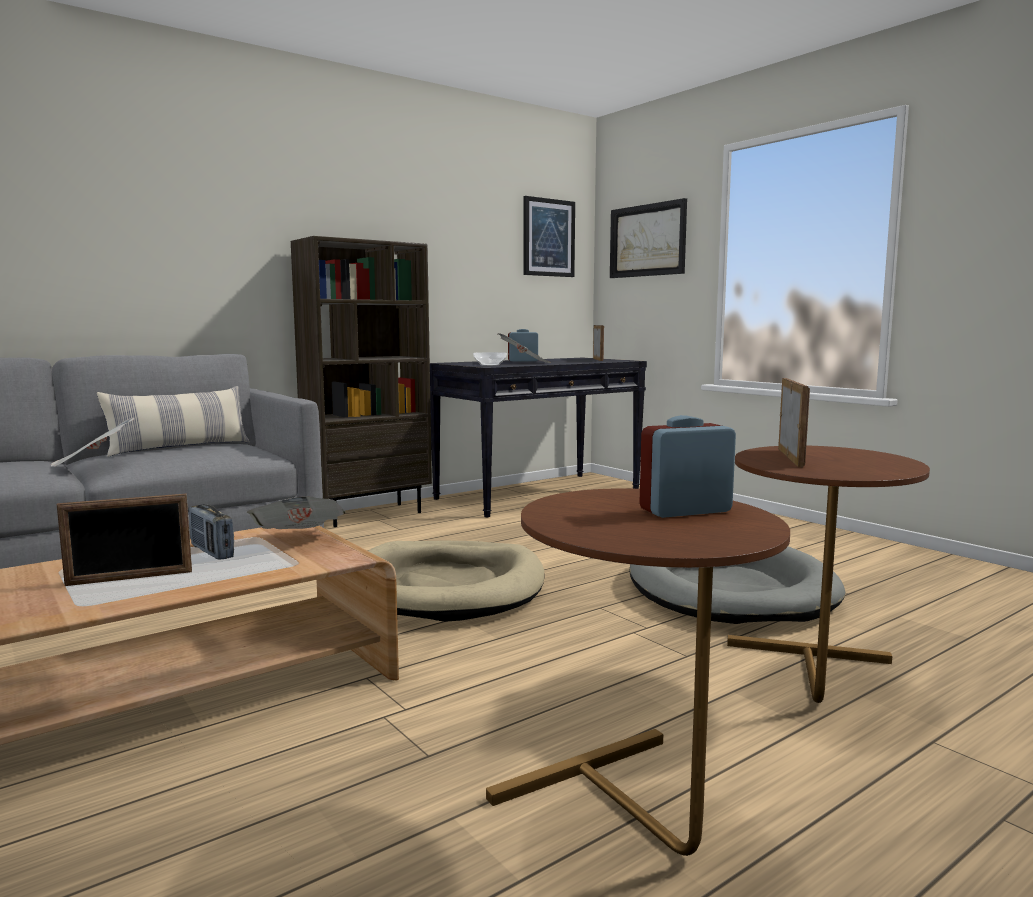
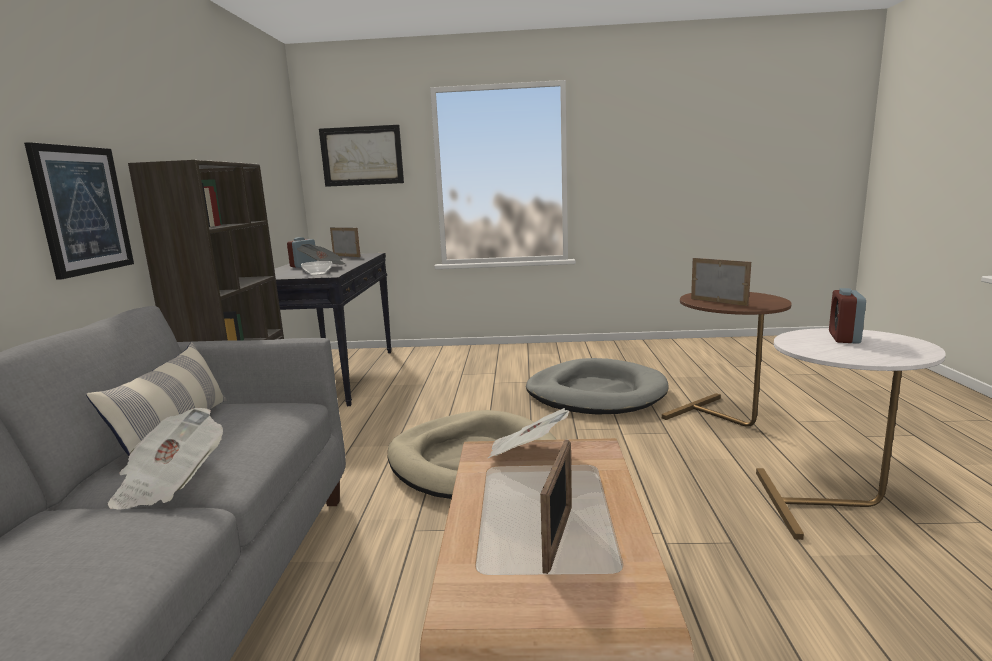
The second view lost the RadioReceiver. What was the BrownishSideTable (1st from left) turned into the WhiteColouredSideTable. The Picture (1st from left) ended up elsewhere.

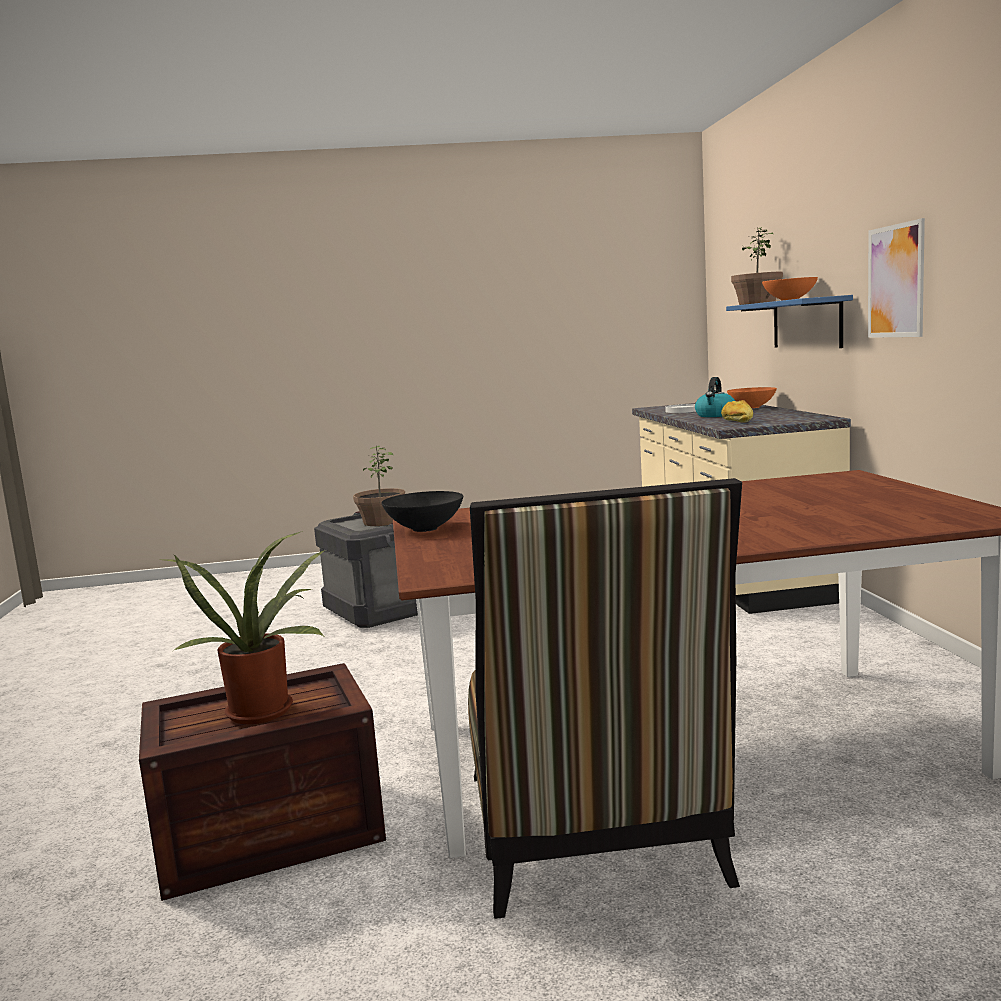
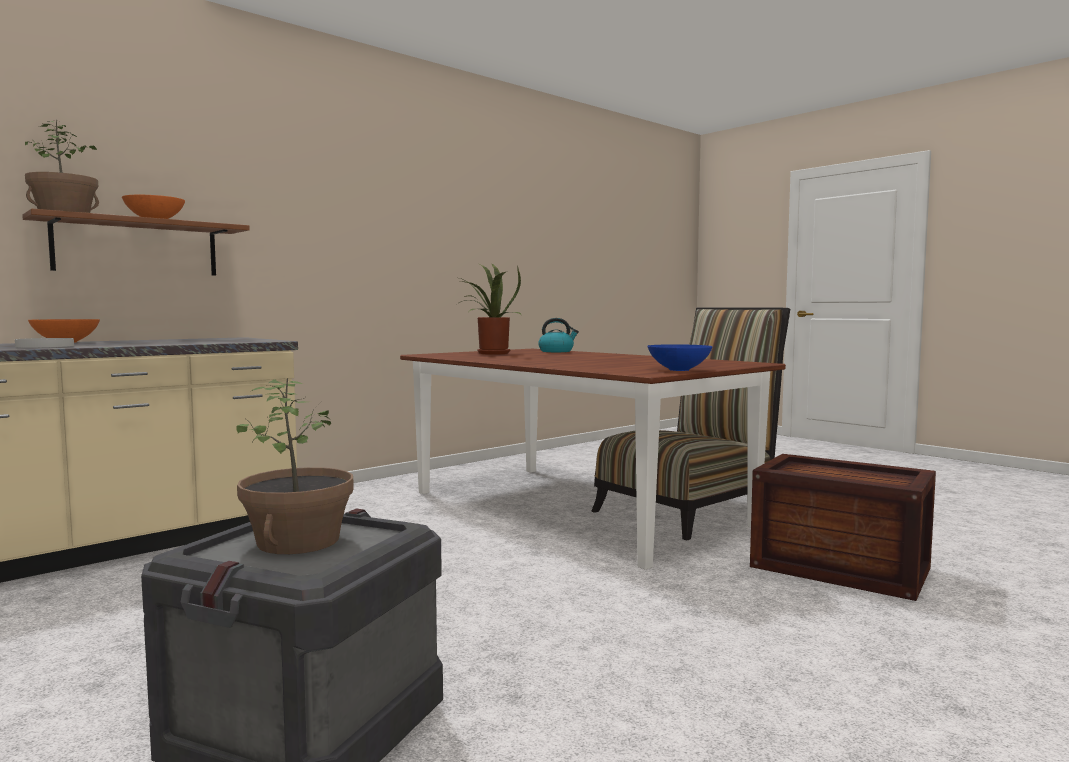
The PlantInAPot (1st from left in the first image) ended up elsewhere. What was the BlackColouredServingBowl turned into the BlueServingBowl. The Kettle ended up elsewhere. The second view lost the Bread. What was the BlueWallShelf turned into the BrownishWallShelf. The second view lost the Picture.

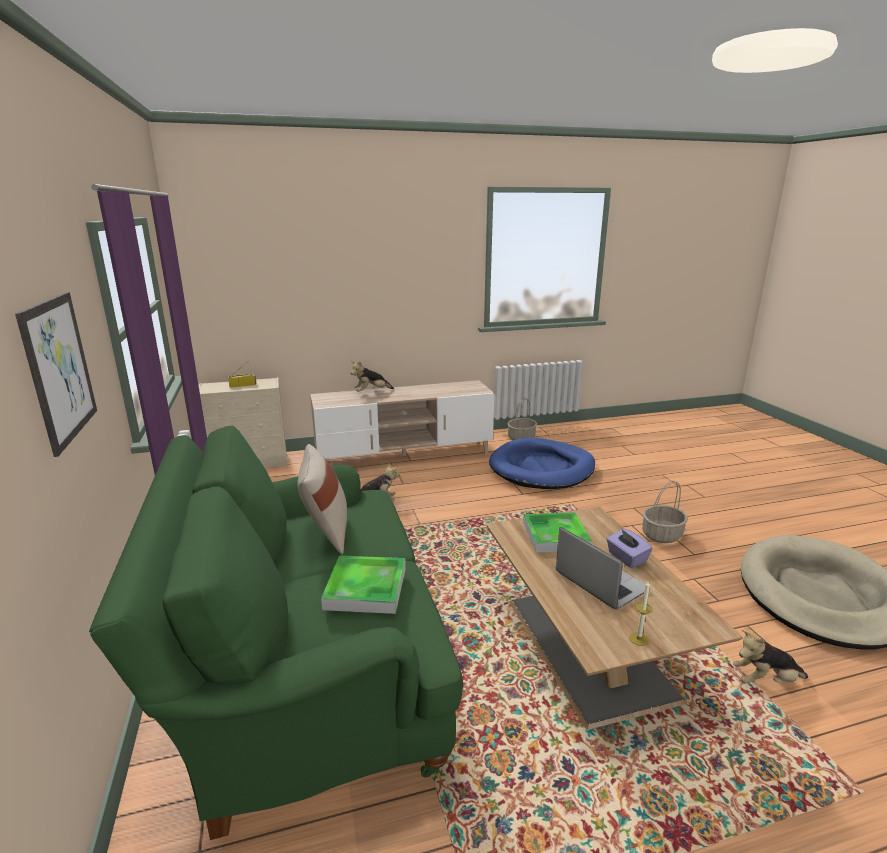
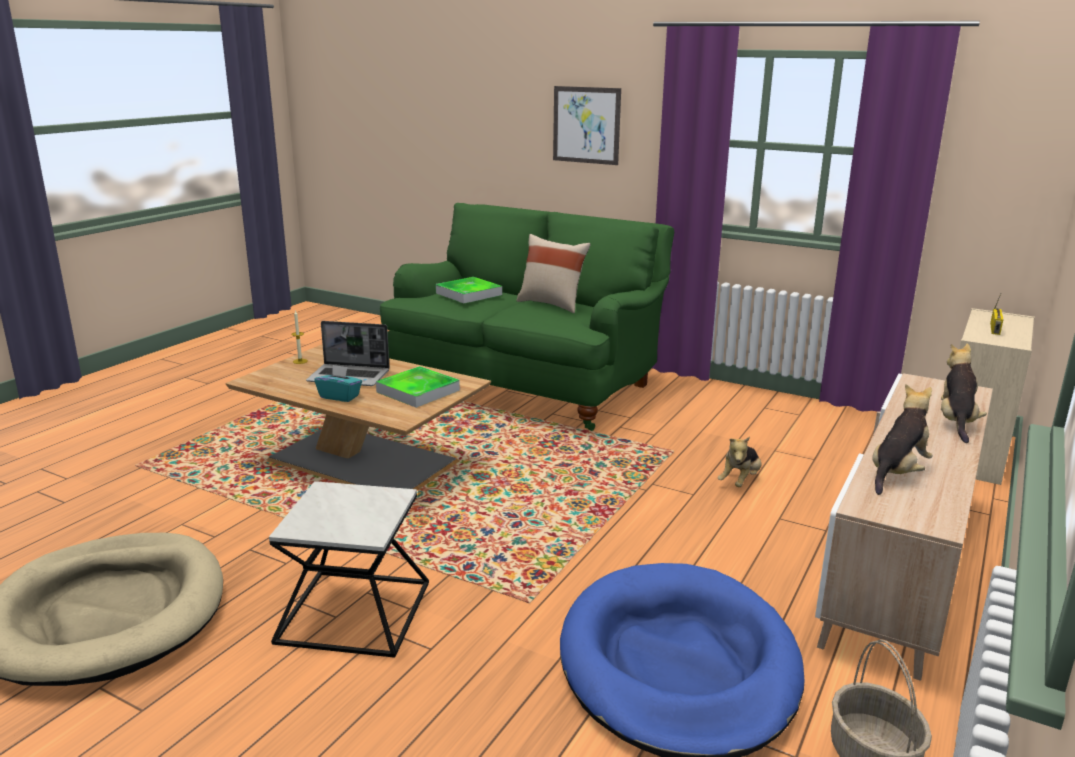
What was the PurpleTissueHolder turned into the BlueGreenTissueHolder. Where the StorageBasket (2nd from left) stood, the SideTable came to stand. The CuddlyToy (3rd from left in the first image) ended up elsewhere.

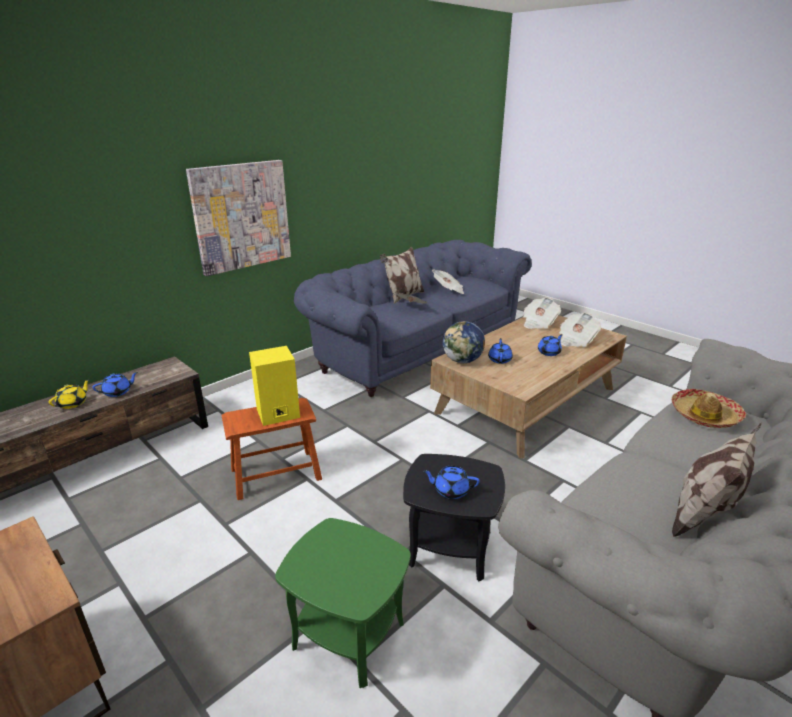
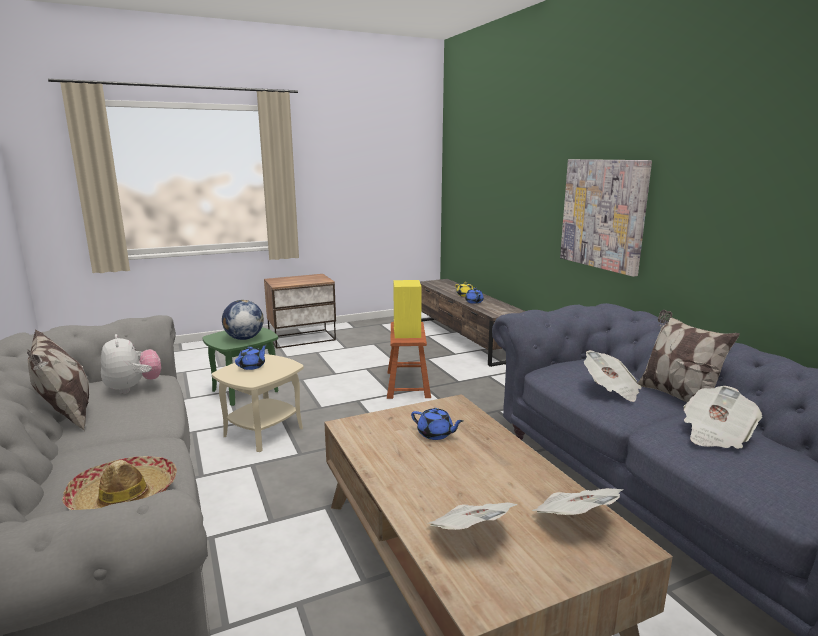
What was the BlackColouredSideTable turned into the SandColouredSideTable. The Globe ended up elsewhere. The second view lost the BluePotForTea (4th from left). The second view gained the CuddlyToy.

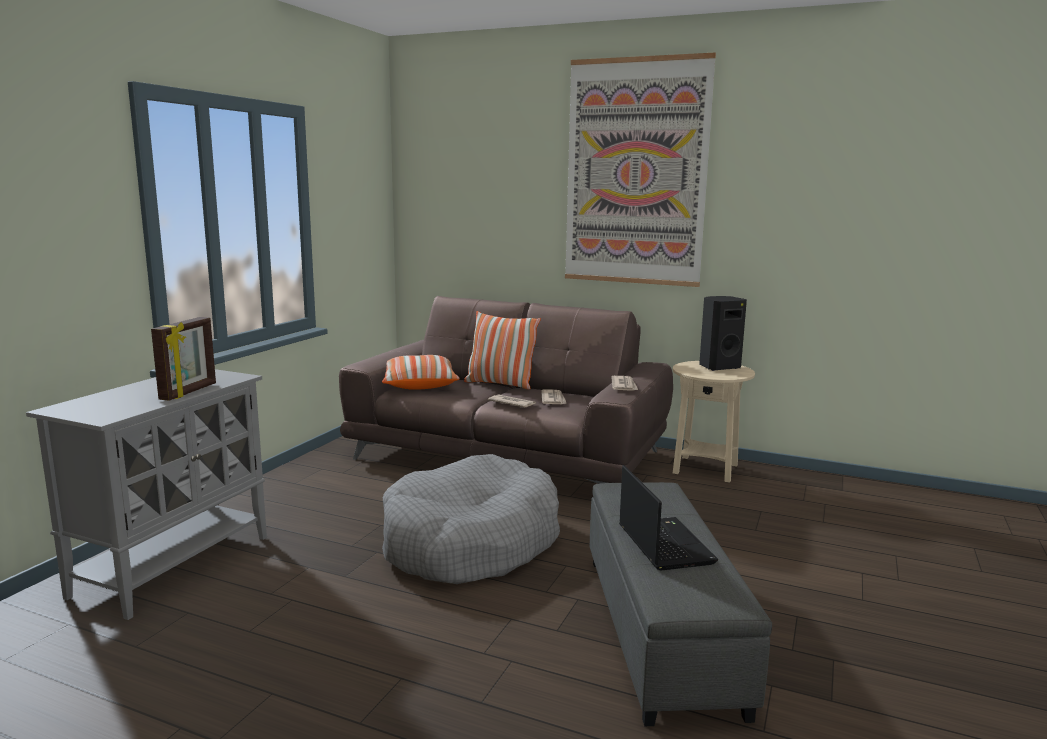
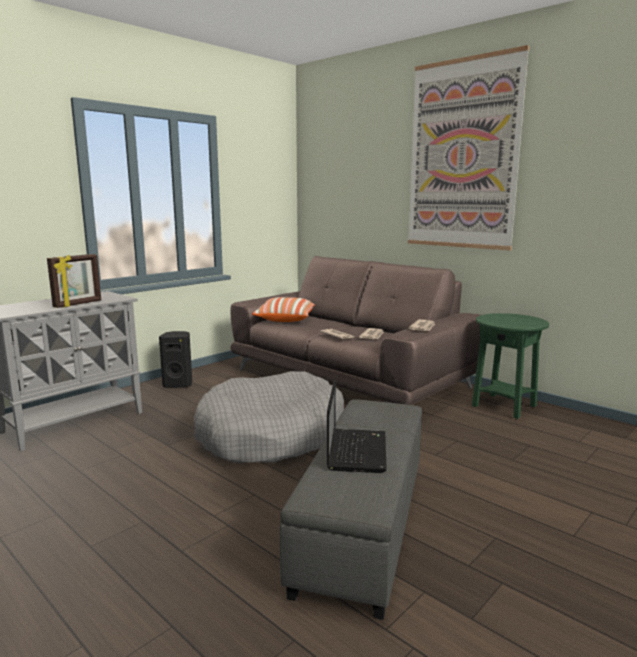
The second view lost the Cushion (2nd from left). What was the SandColouredSideTable turned into the GreenColouredSideTable. The BlackColouredSpeaker ended up elsewhere.

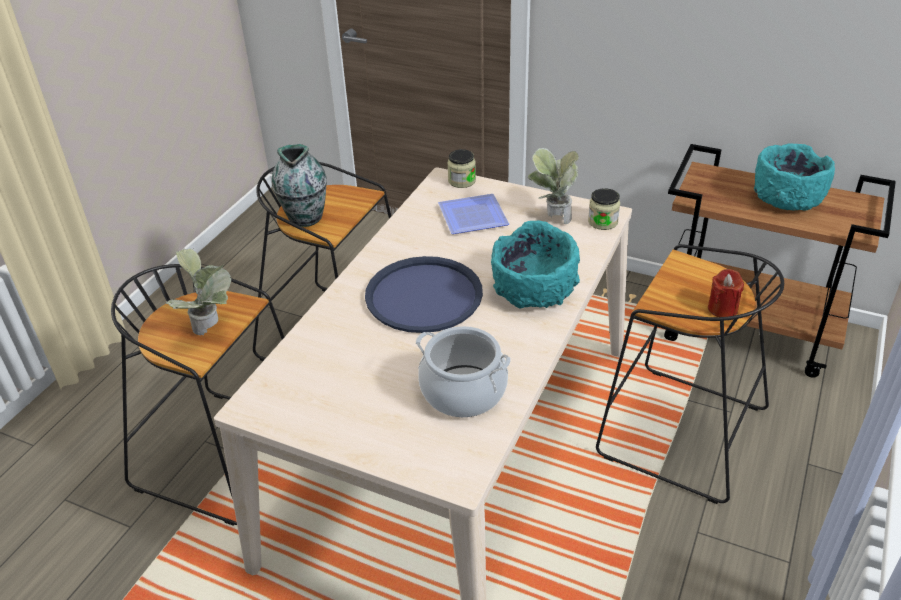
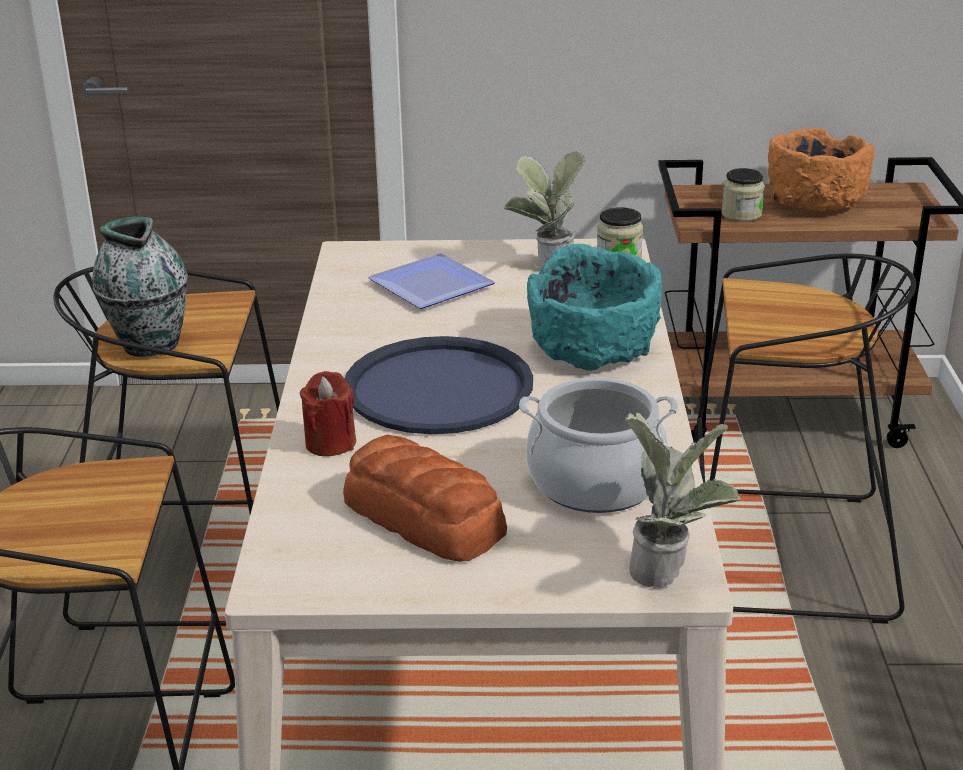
The PlantInAPot (1st from left in the first image) ended up elsewhere. The PreserveJar (1st from left in the first image) ended up elsewhere. The RedColouredWaxLight ended up elsewhere. What was the BlueGreenServingBowl (2nd from left) turned into the OrangeColouredServingBowl. The second view gained the Bread.

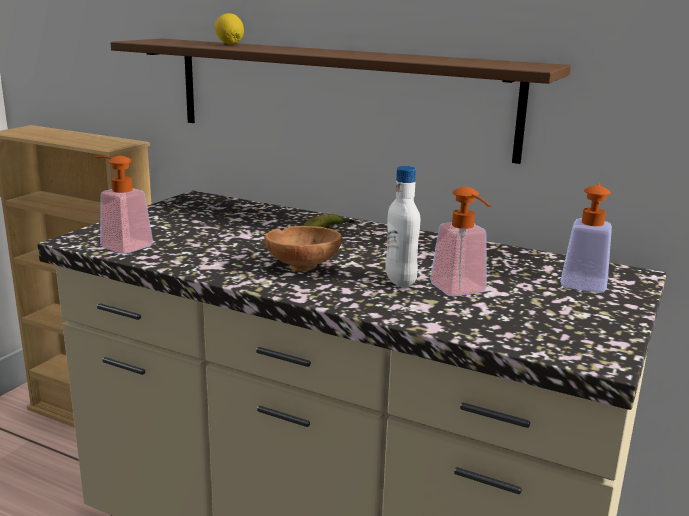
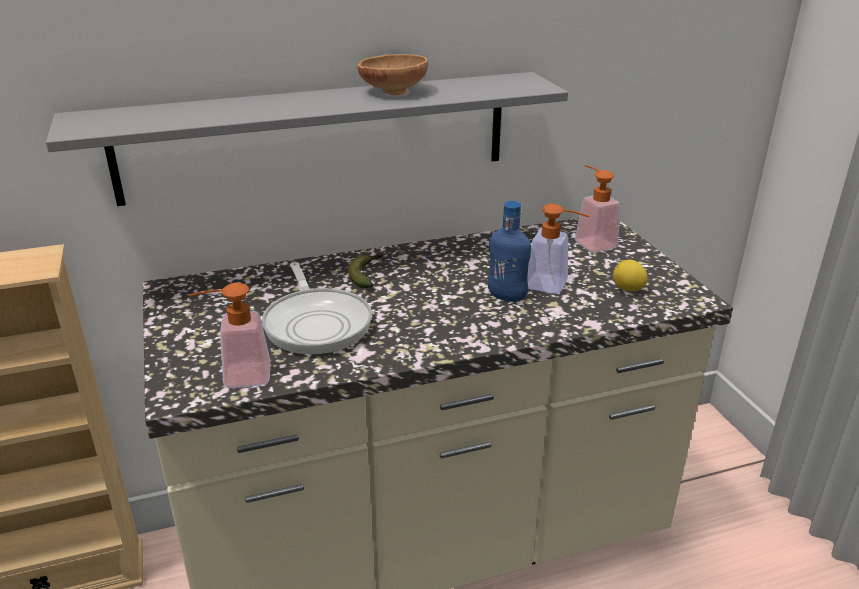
What was the BrownishWallShelf turned into the GreyishWallShelf. The WholeLemon ended up elsewhere. The BrownishServingBowl ended up elsewhere. What was the WhiteColouredBottle turned into the BlueBottle. The second view gained the Skillet.

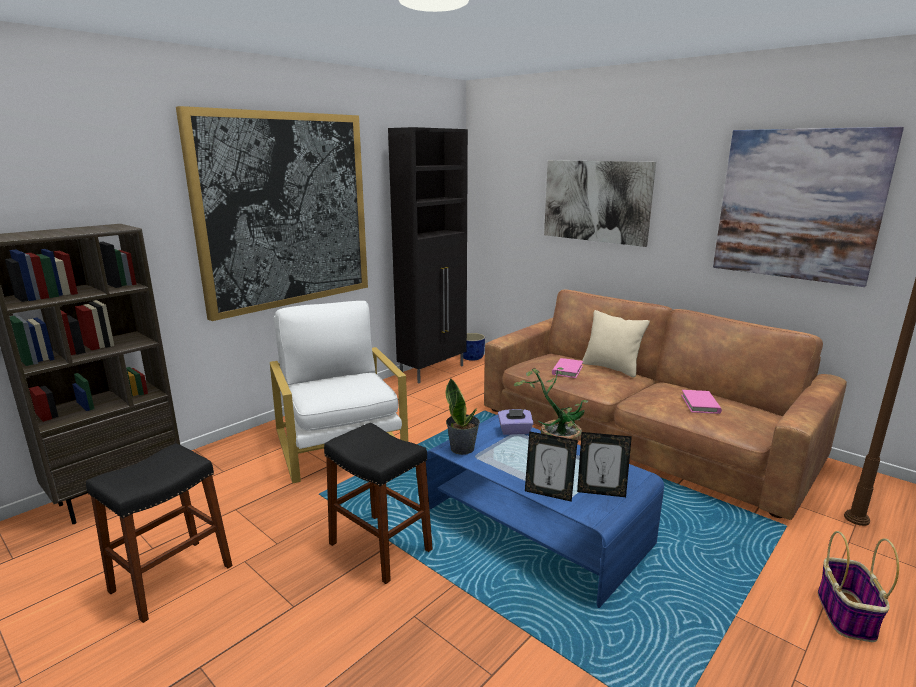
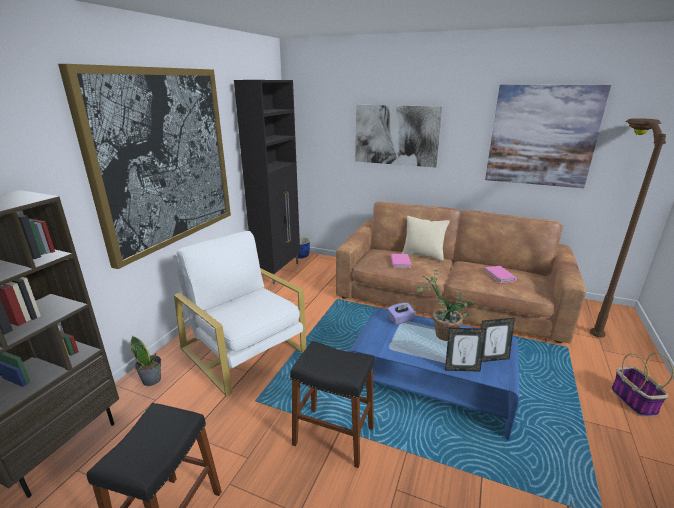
The PlantInAPot (1st from left) ended up elsewhere.

